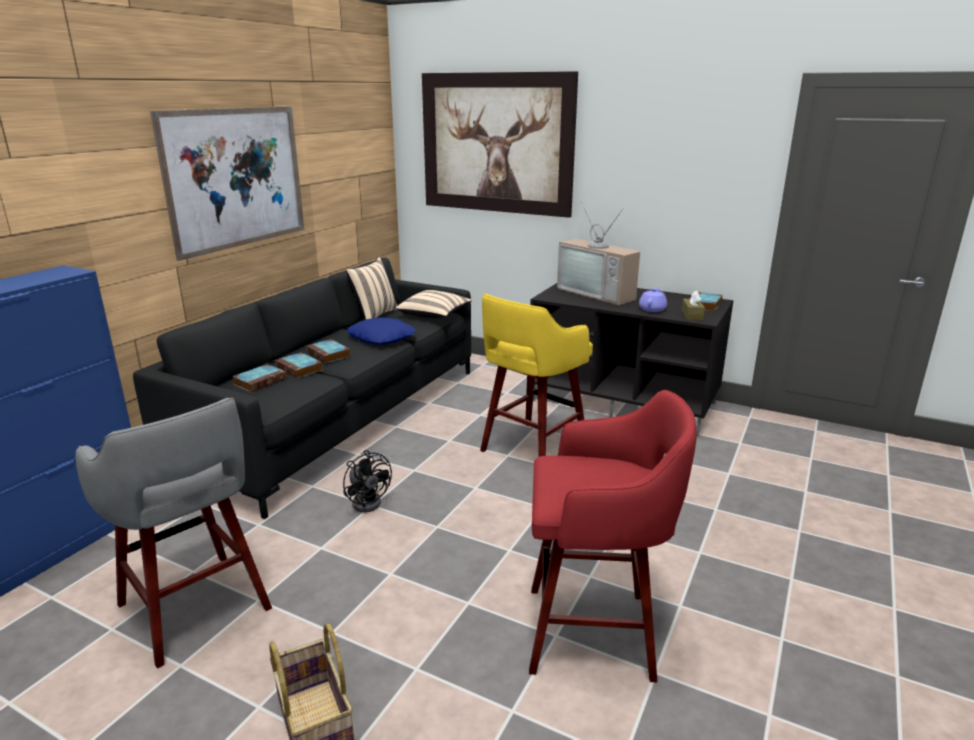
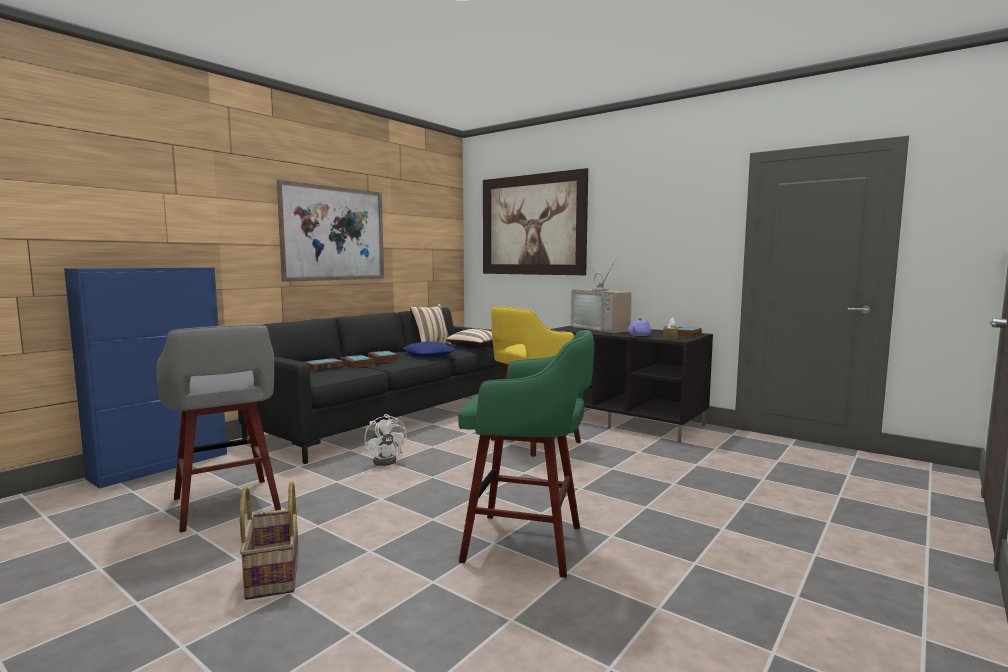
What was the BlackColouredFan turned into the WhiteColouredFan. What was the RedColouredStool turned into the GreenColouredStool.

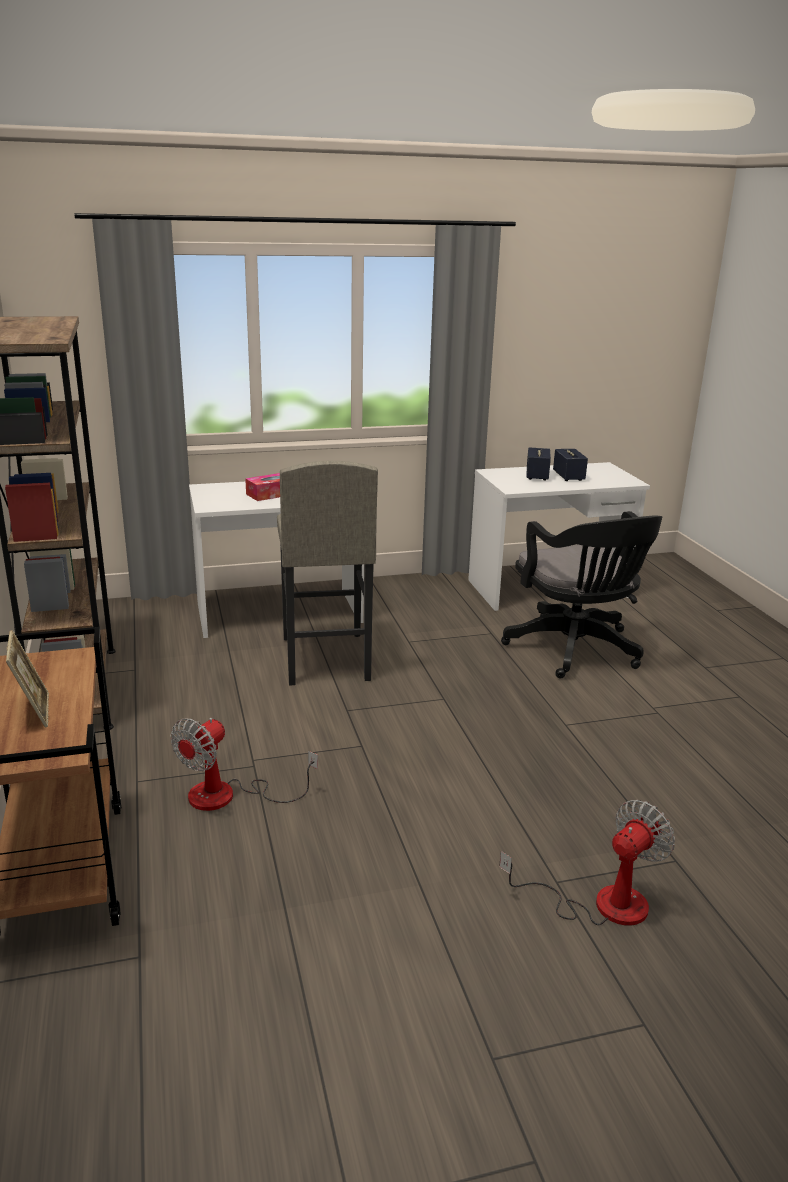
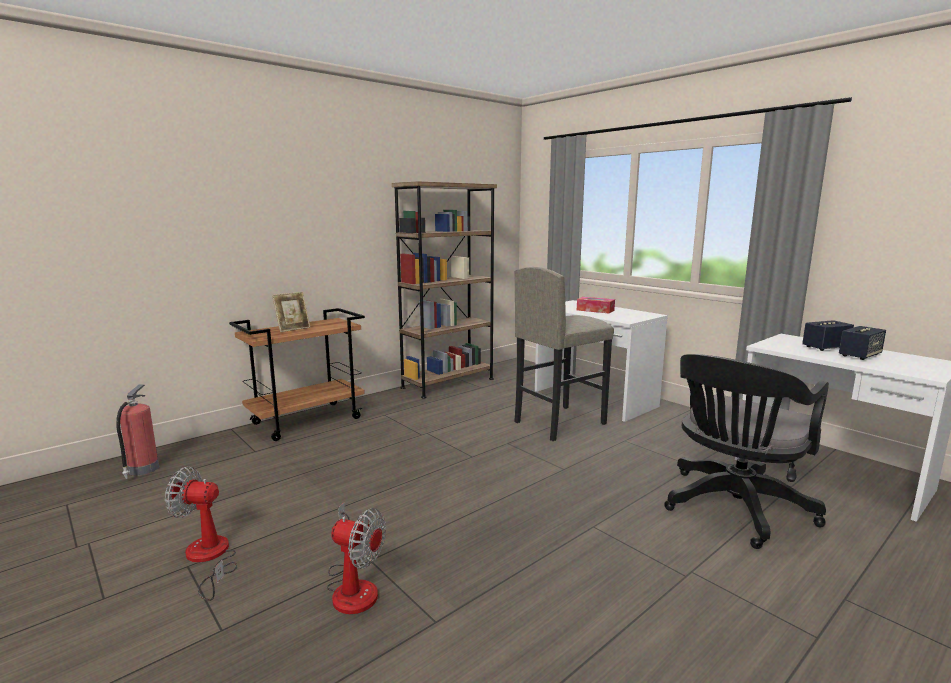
The Fan (1st from left) ended up elsewhere. The second view gained the FireExtinguisher.

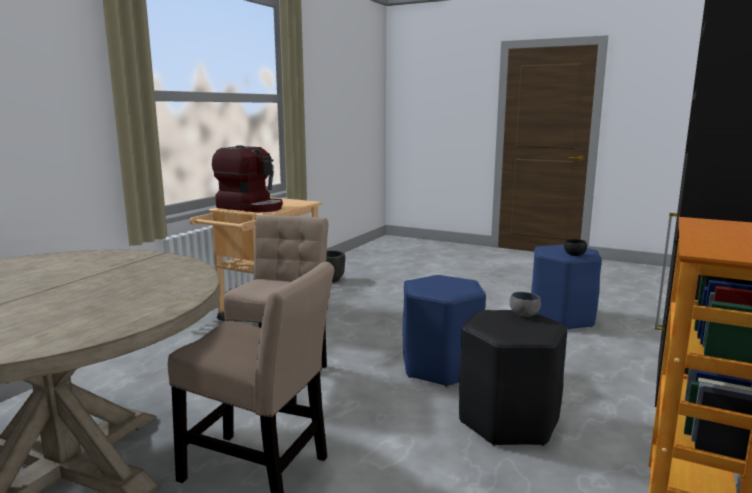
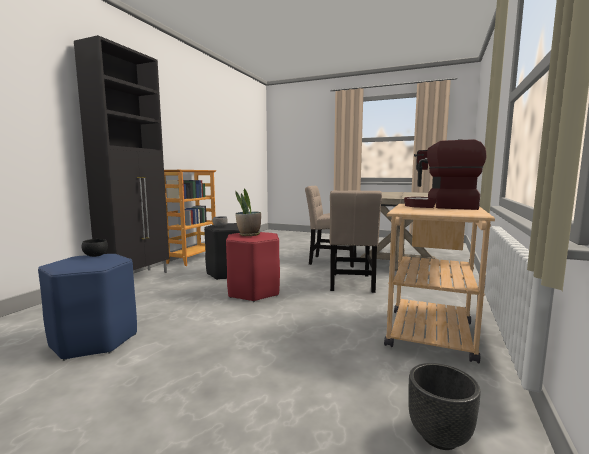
What was the BlueStool (1st from left) turned into the RedColouredStool. The second view gained the PlantInAPot.

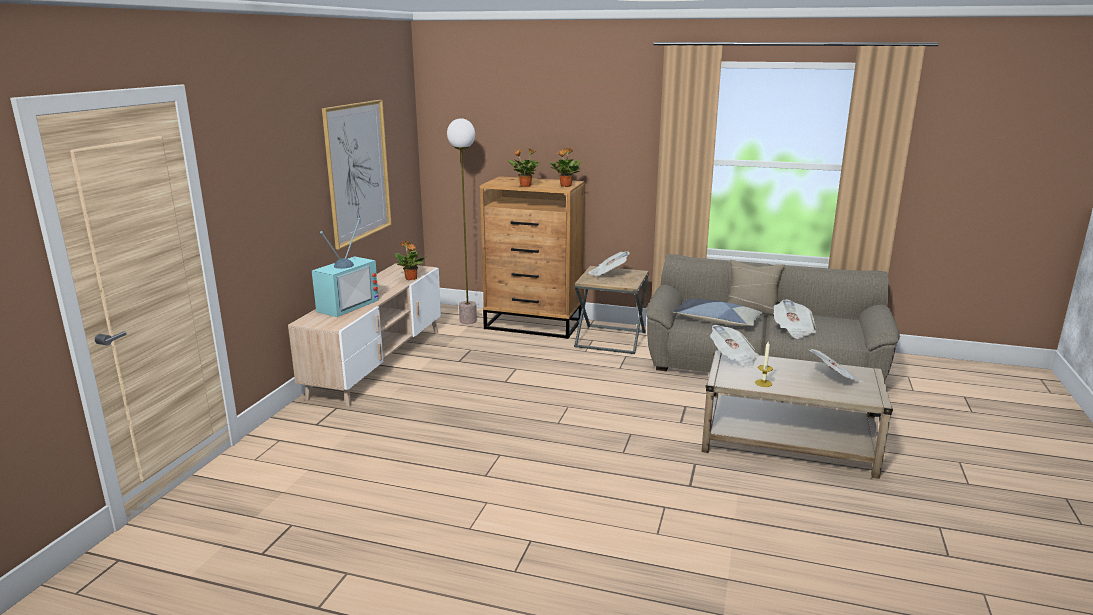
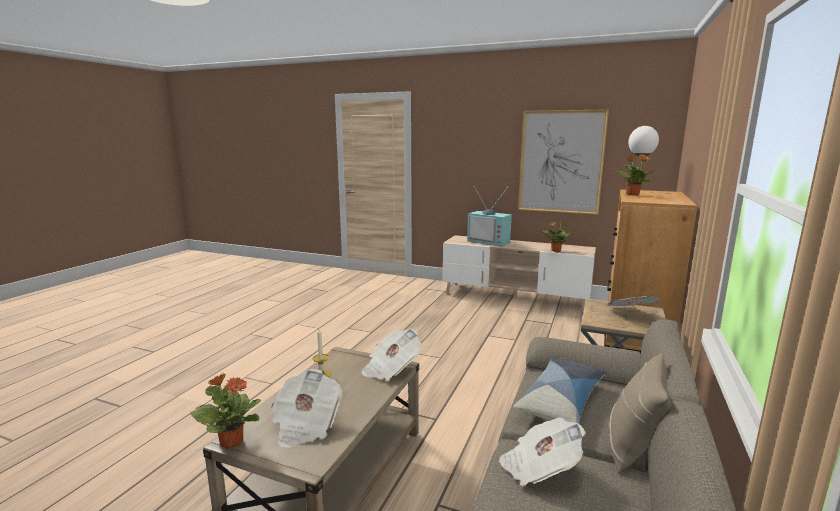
The PlantInAPot (3rd from left in the first image) ended up elsewhere.

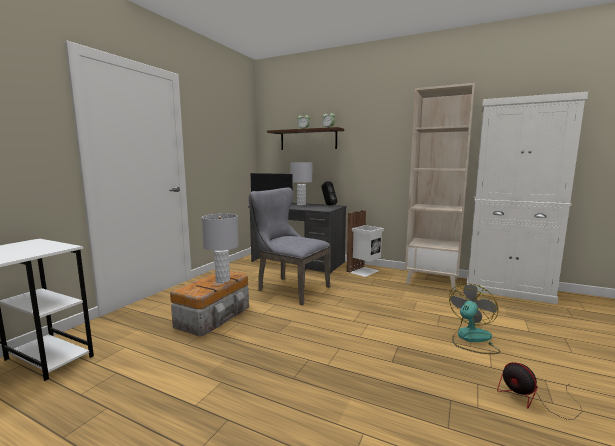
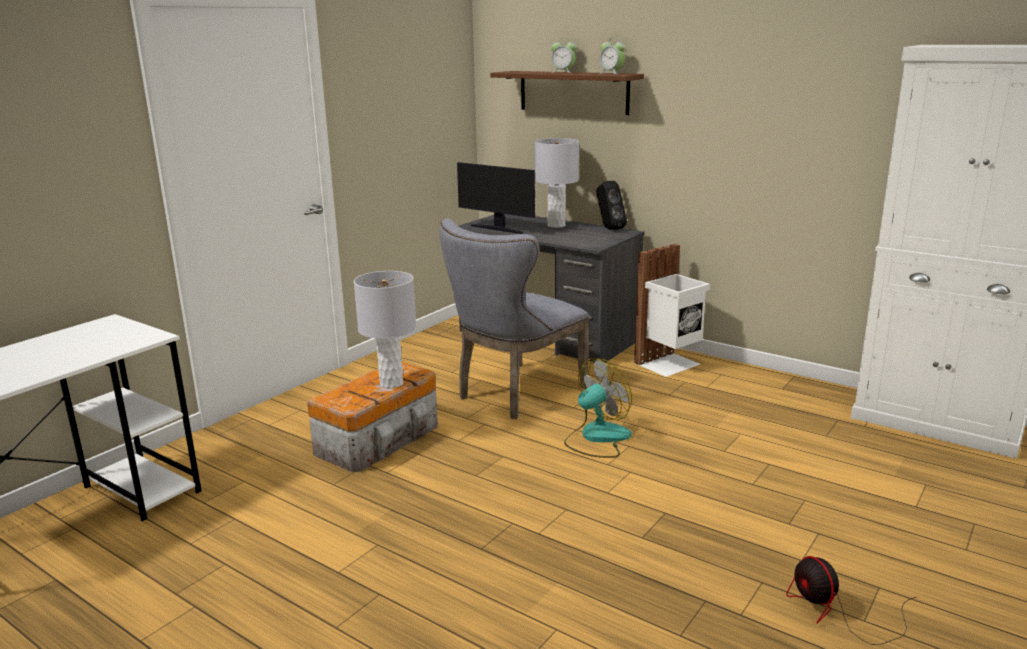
The GreyishUprightChair ended up facing another way, 90 degrees counterclockwise from before. The second view lost the SandColouredBookcase. The Fan (1st from left) ended up elsewhere.

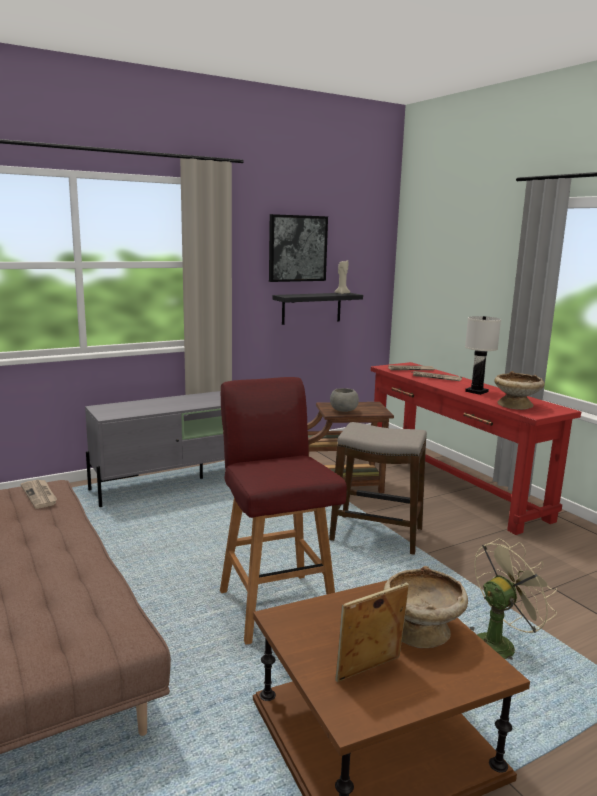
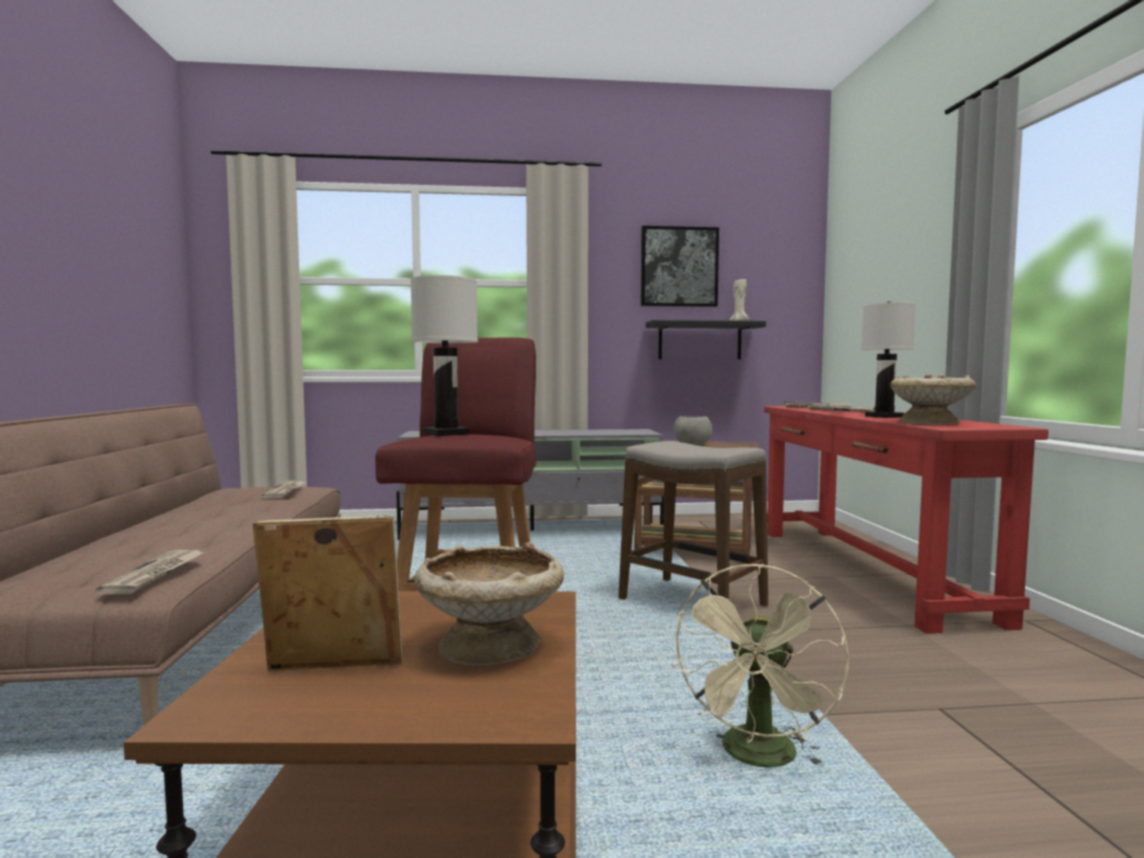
The SandColouredFan ended up facing another way, 120 degrees clockwise from before. The second view gained the PrintedPaper (1st from left). The second view gained the WhiteColouredTableLamp (1st from left).

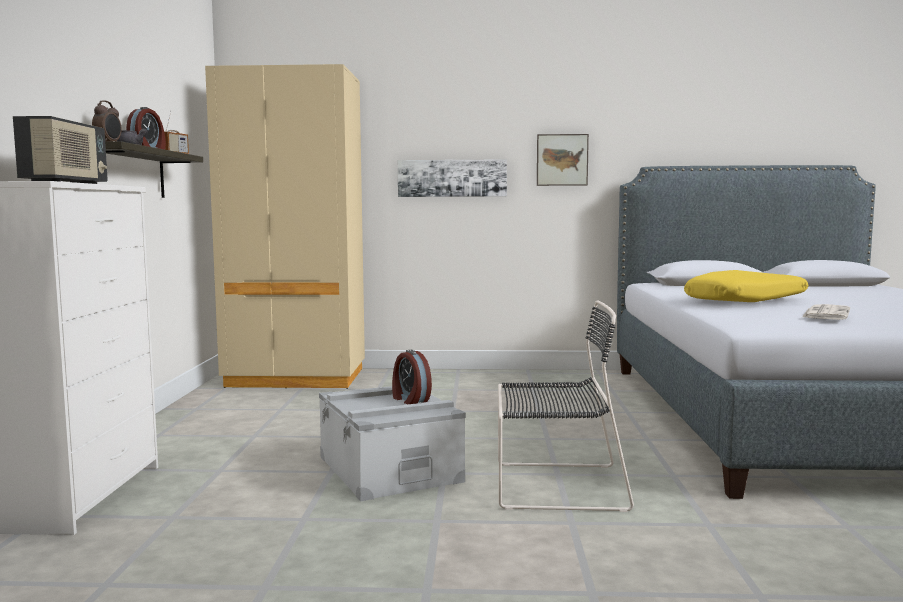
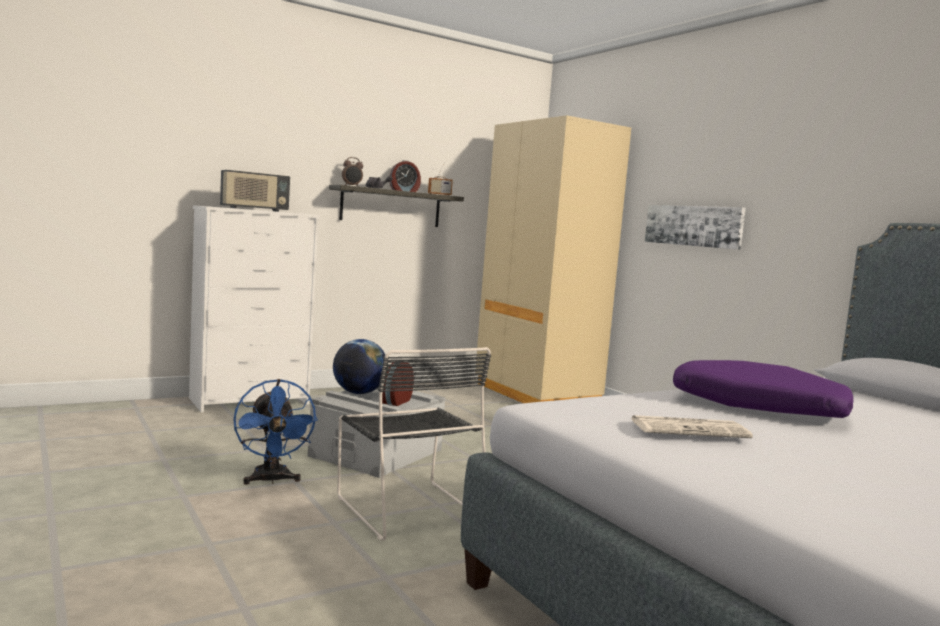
The second view lost the Picture (2nd from left). What was the YellowCushion turned into the PurpleCushion. The second view gained the BlueFan. The second view gained the Globe.

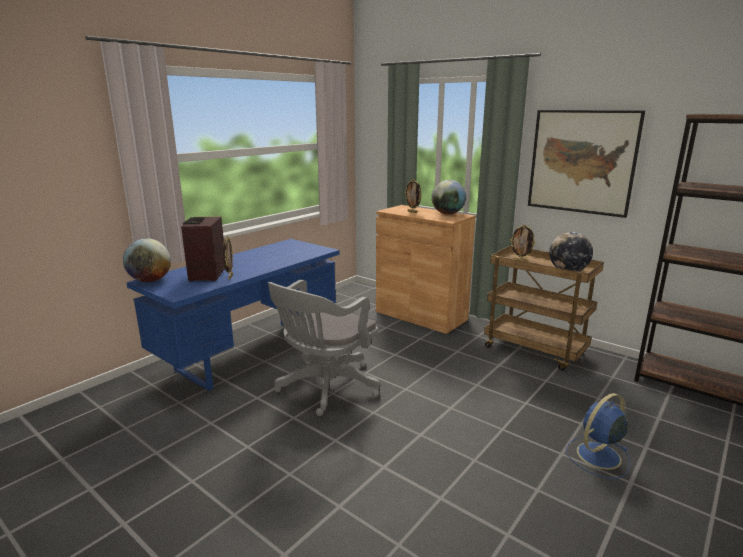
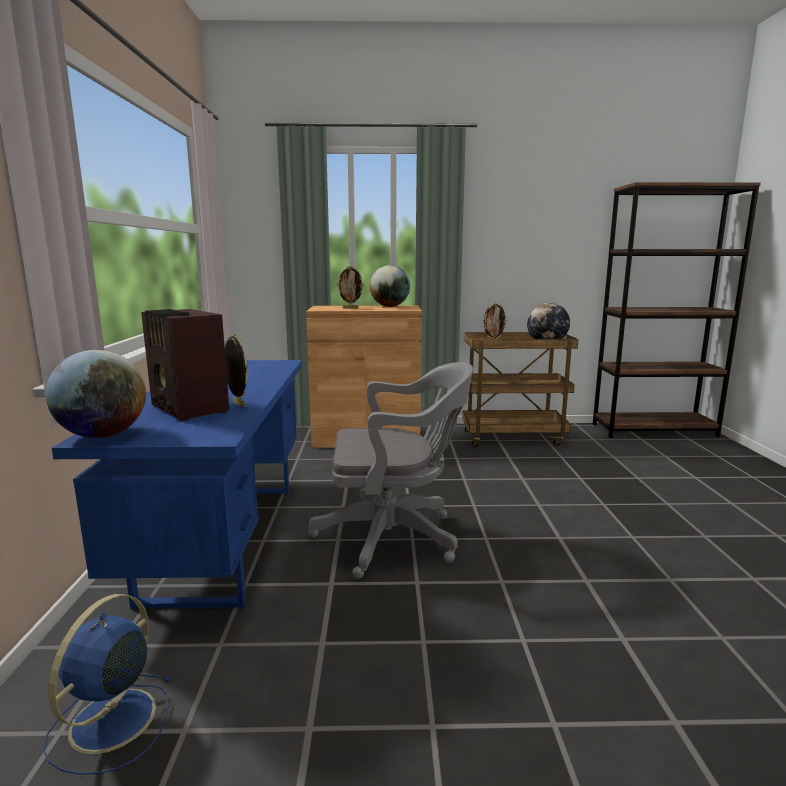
The GreyishOfficeChair ended up facing another way, 90 degrees counterclockwise from before. The second view lost the Picture. The BlueFan ended up elsewhere.

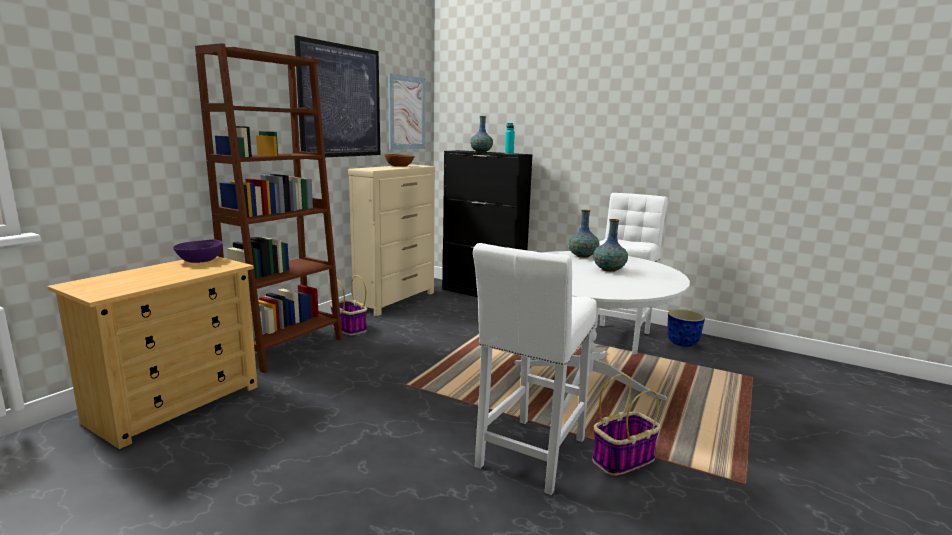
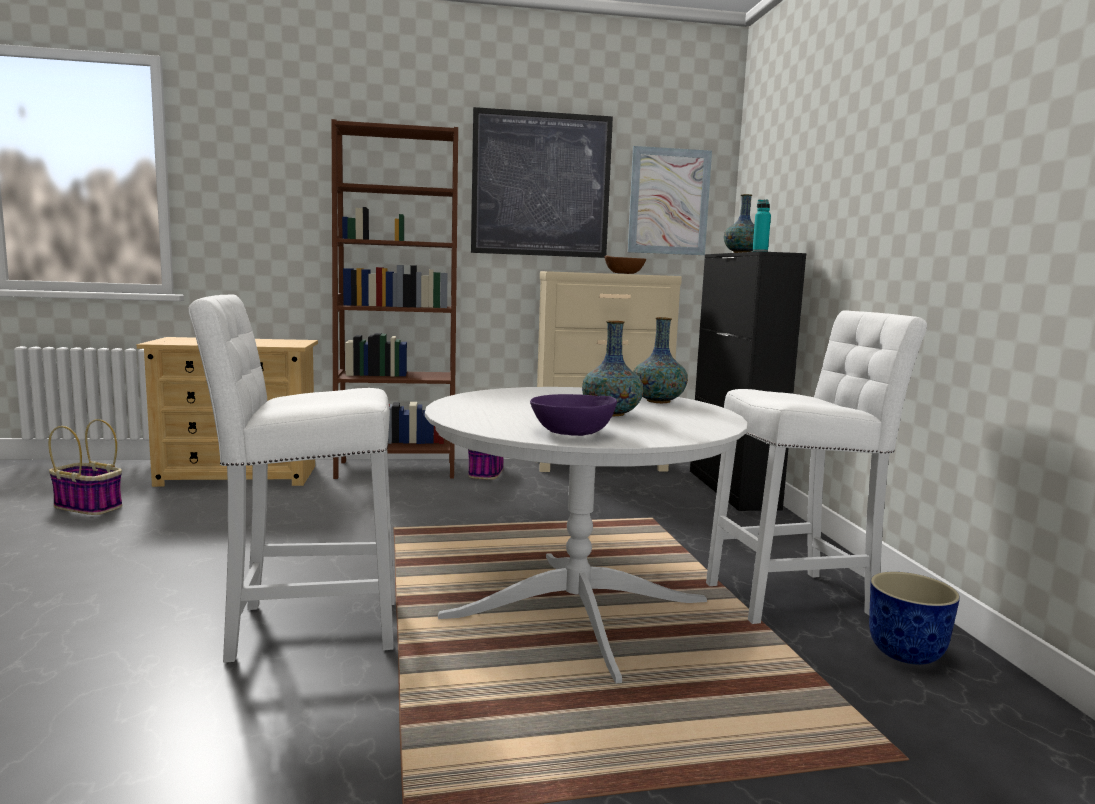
The PurpleServingBowl ended up elsewhere. The StorageBasket (2nd from left in the first image) ended up elsewhere.

